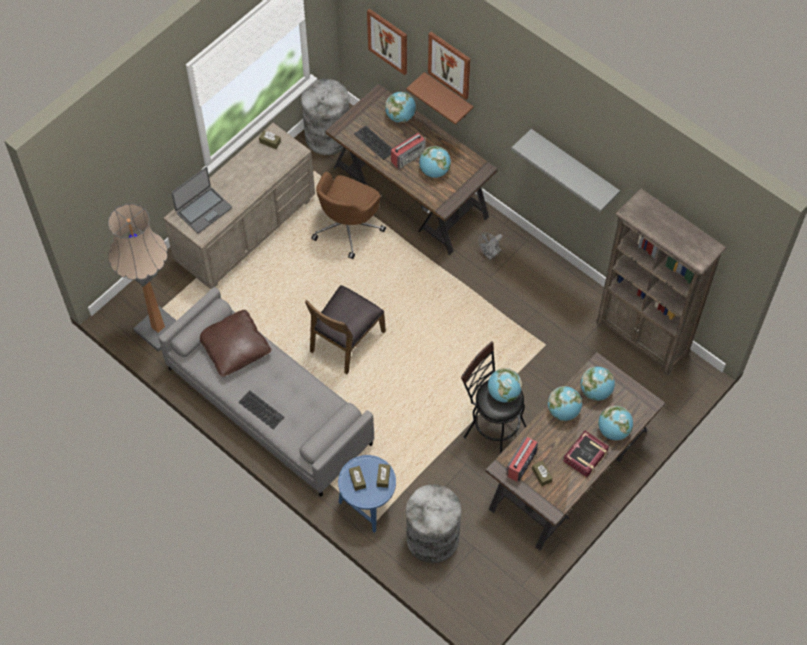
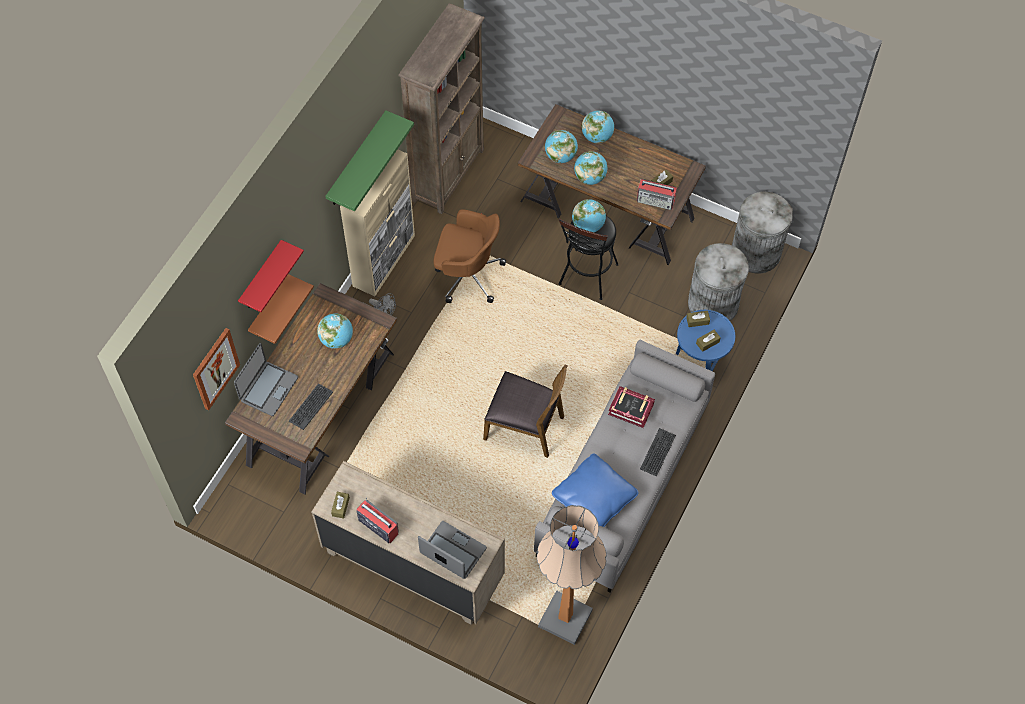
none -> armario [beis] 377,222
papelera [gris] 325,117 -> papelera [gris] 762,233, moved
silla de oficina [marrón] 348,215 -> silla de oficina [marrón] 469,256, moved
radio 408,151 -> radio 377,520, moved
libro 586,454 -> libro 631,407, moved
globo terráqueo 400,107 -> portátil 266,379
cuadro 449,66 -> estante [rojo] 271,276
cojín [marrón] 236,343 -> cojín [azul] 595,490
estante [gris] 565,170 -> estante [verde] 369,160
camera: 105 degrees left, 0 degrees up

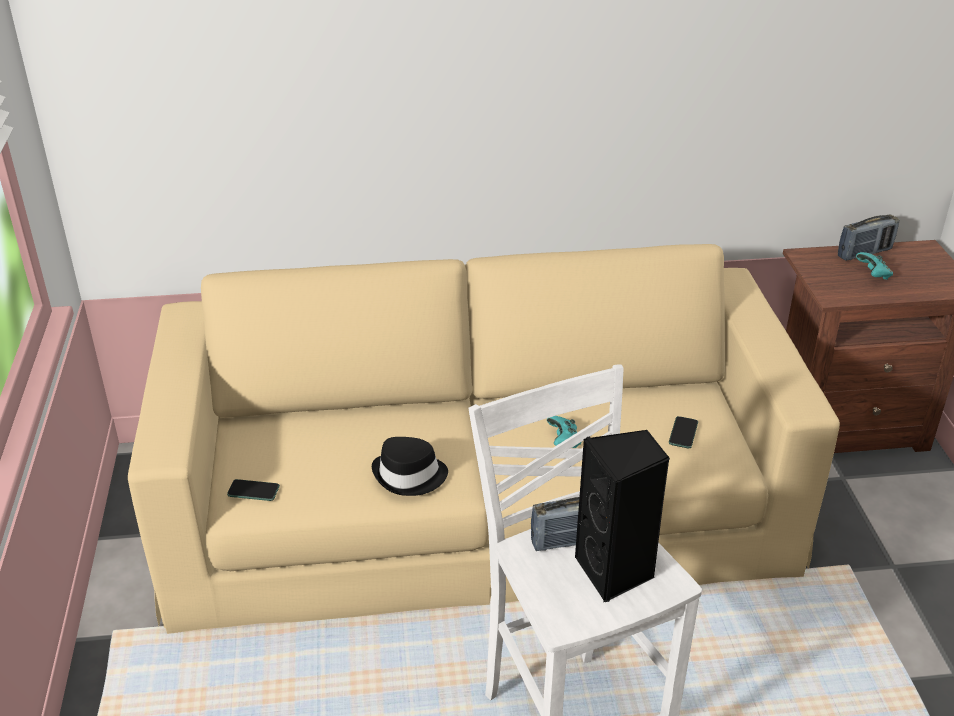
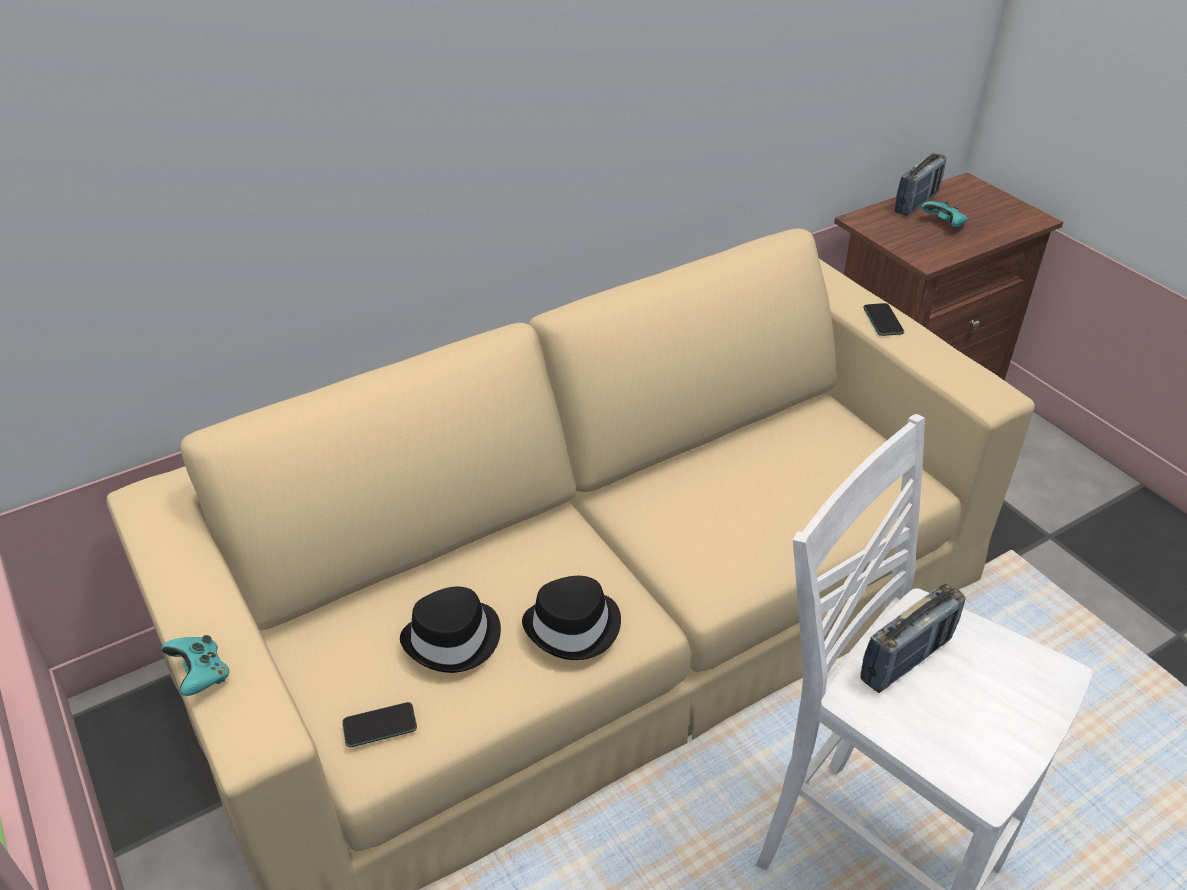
altavoz [negro] 622,516 -> none
none -> sombrero [negro] 450,630
mando de consola [turquesa] 564,432 -> mando de consola [turquesa] 195,665, moved
móvil 683,432 -> móvil 883,319, moved
camera: 25 degrees left, 5 degrees up

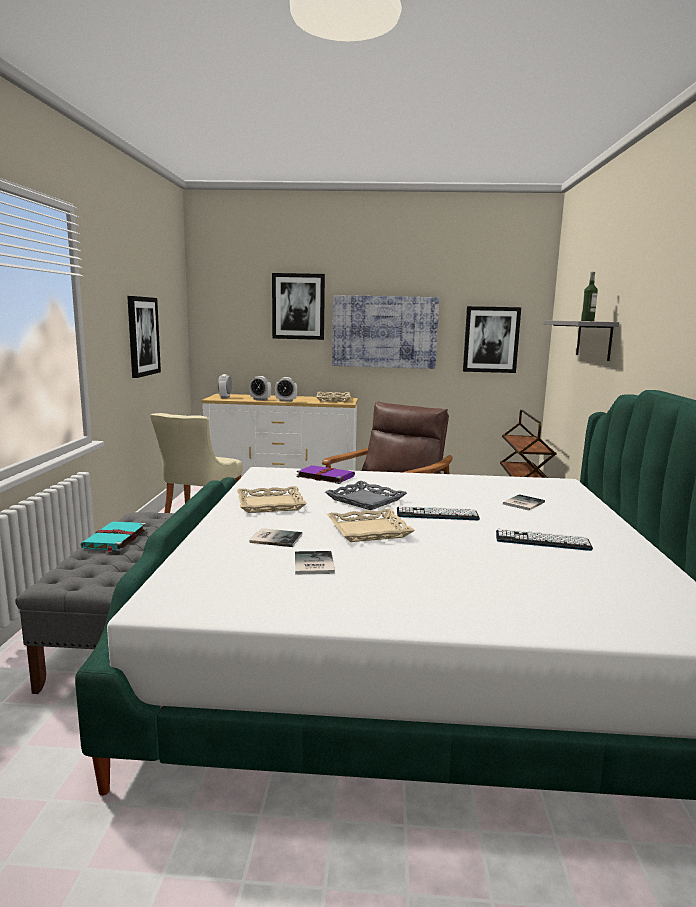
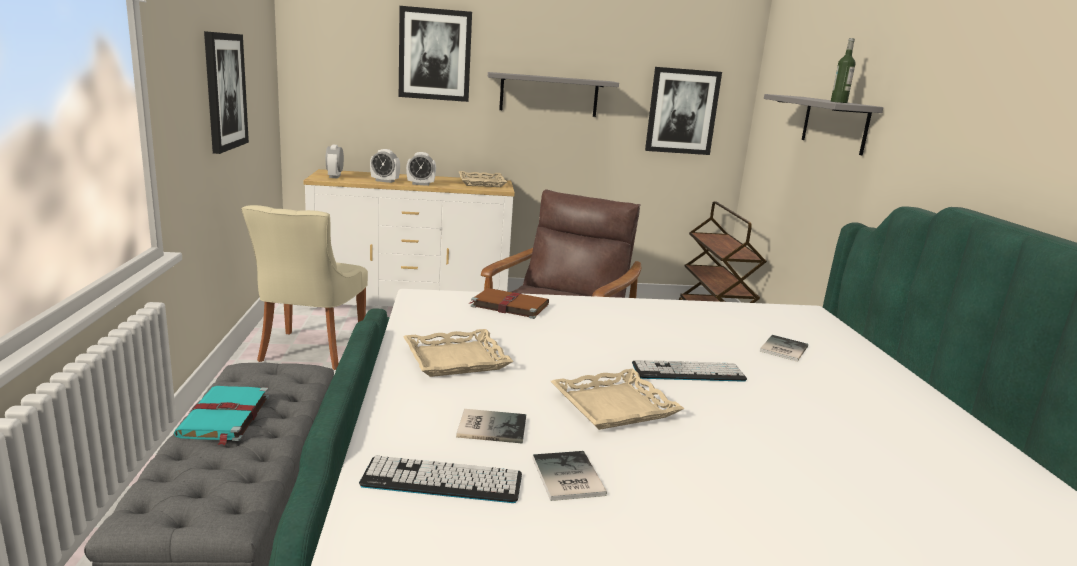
bandeja [gris] 366,495 -> none
teclado 544,540 -> teclado 440,479, moved
cuadro 385,332 -> estante [gris] 553,94
libro [morado] 325,474 -> libro [marrón] 509,303
camera: 10 degrees left, 5 degrees up

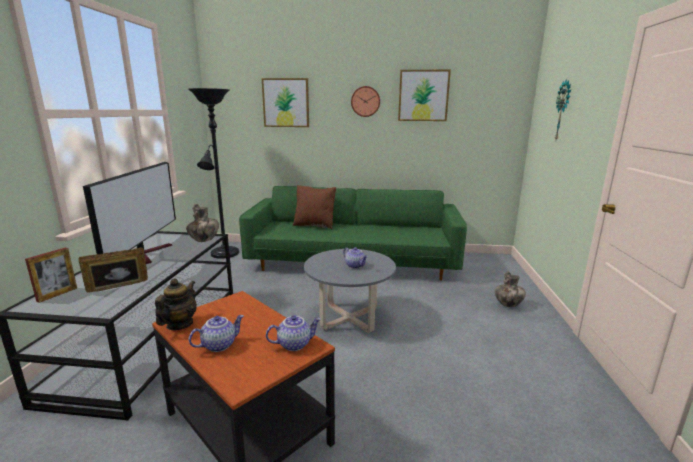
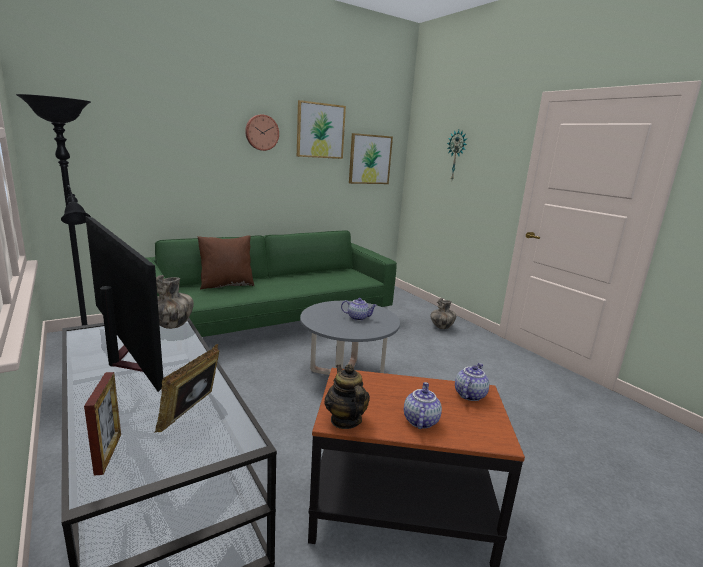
cuadro 285,102 -> cuadro 371,158, moved
camera: 40 degrees left, 0 degrees up

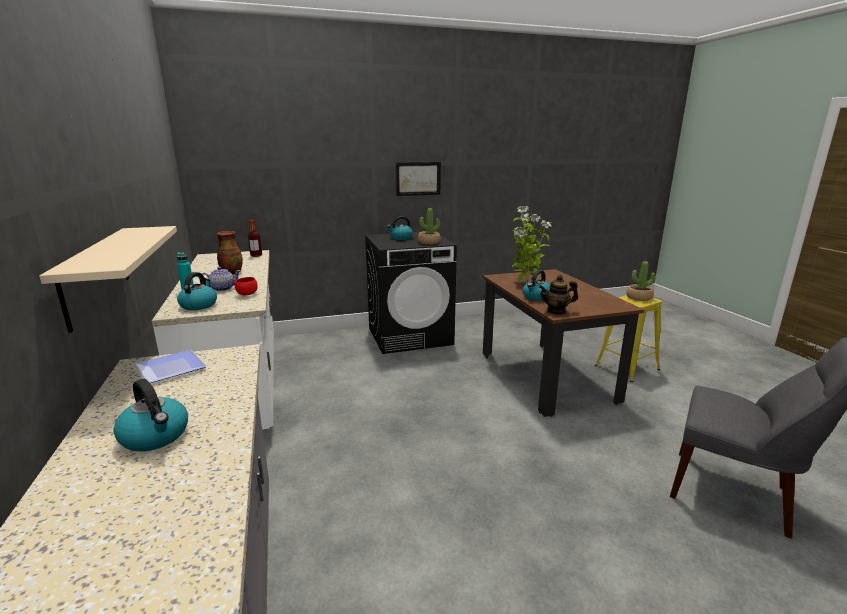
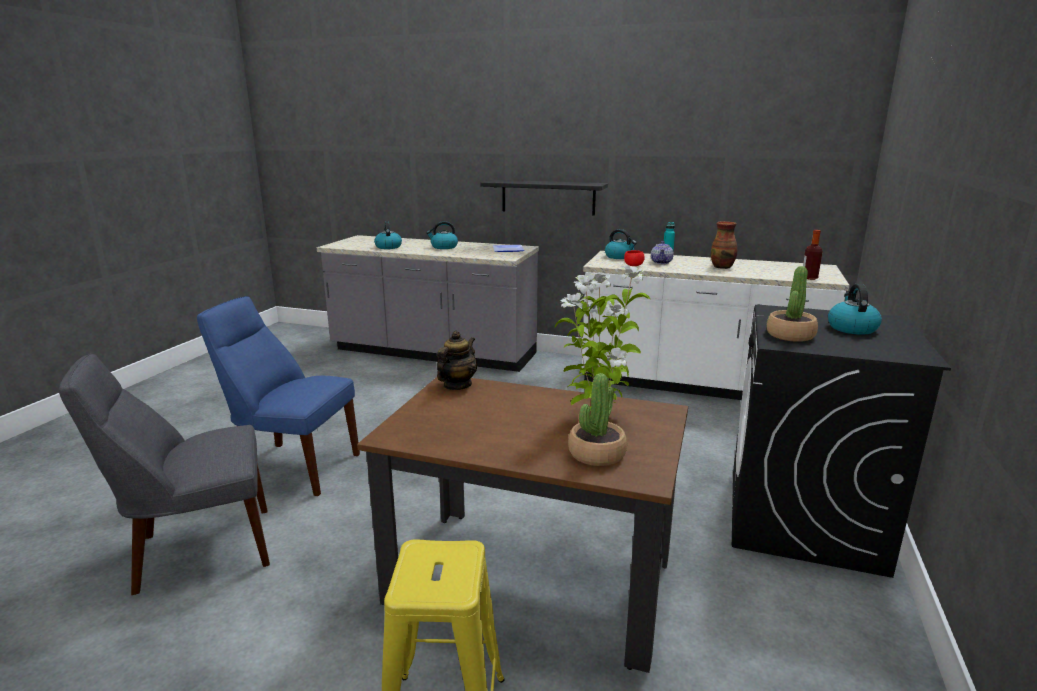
cuadro 418,179 -> none
none -> silla [azul] 278,396
hervidor 536,285 -> hervidor 388,235, moved
planta en maceta 641,281 -> planta en maceta 597,419, moved
estante [beis] 108,279 -> estante [negro] 544,197
camera: 125 degrees right, 0 degrees up

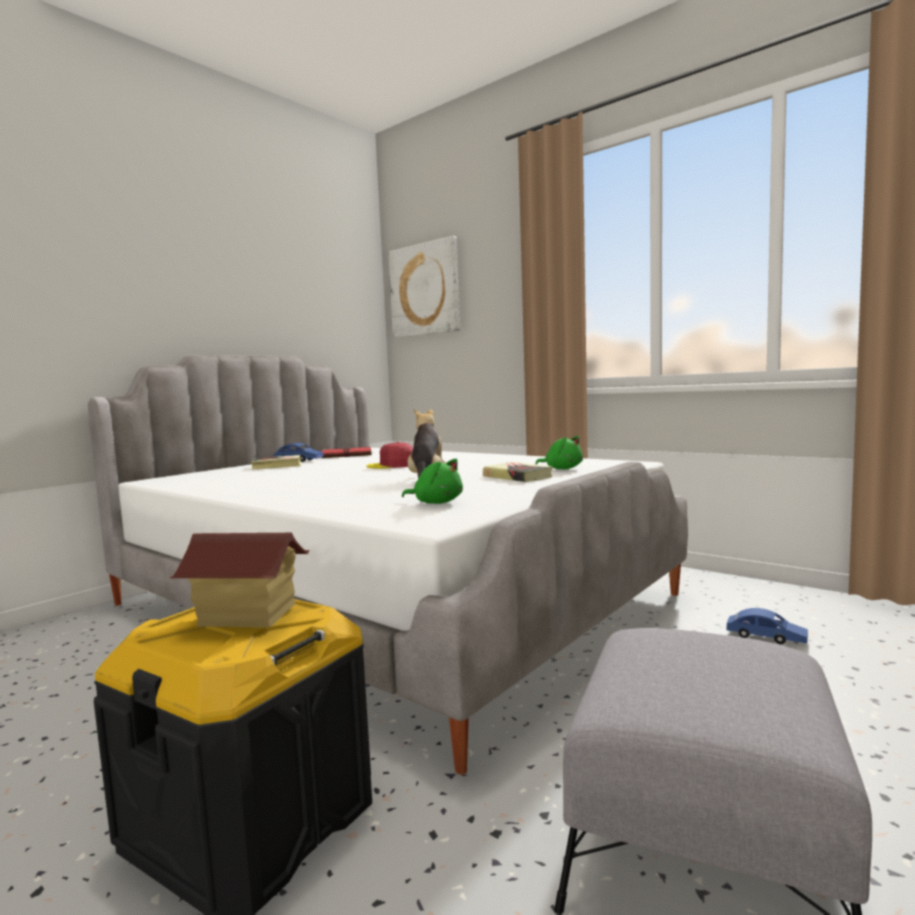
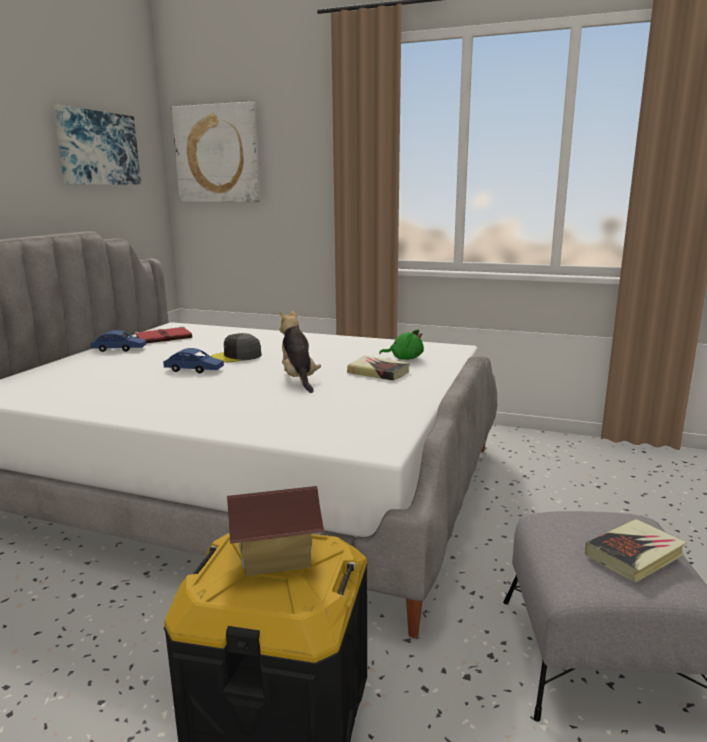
peluche [verde] 432,481 -> none
none -> cuadro 97,145
libro 276,462 -> libro 636,551, moved
coche de juguete [azul] 767,626 -> coche de juguete [azul] 193,360, moved
gorra [rojo] 389,455 -> gorra [gris] 236,347
camera: 20 degrees left, 10 degrees up

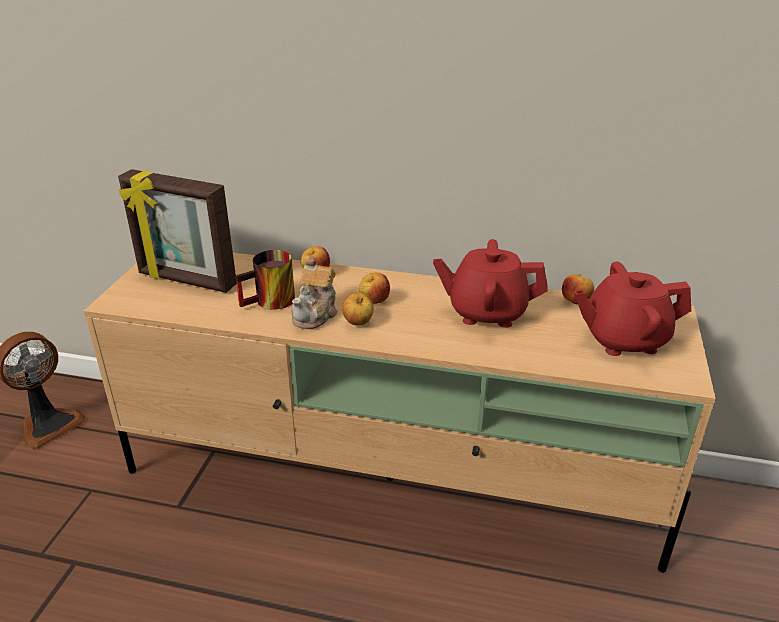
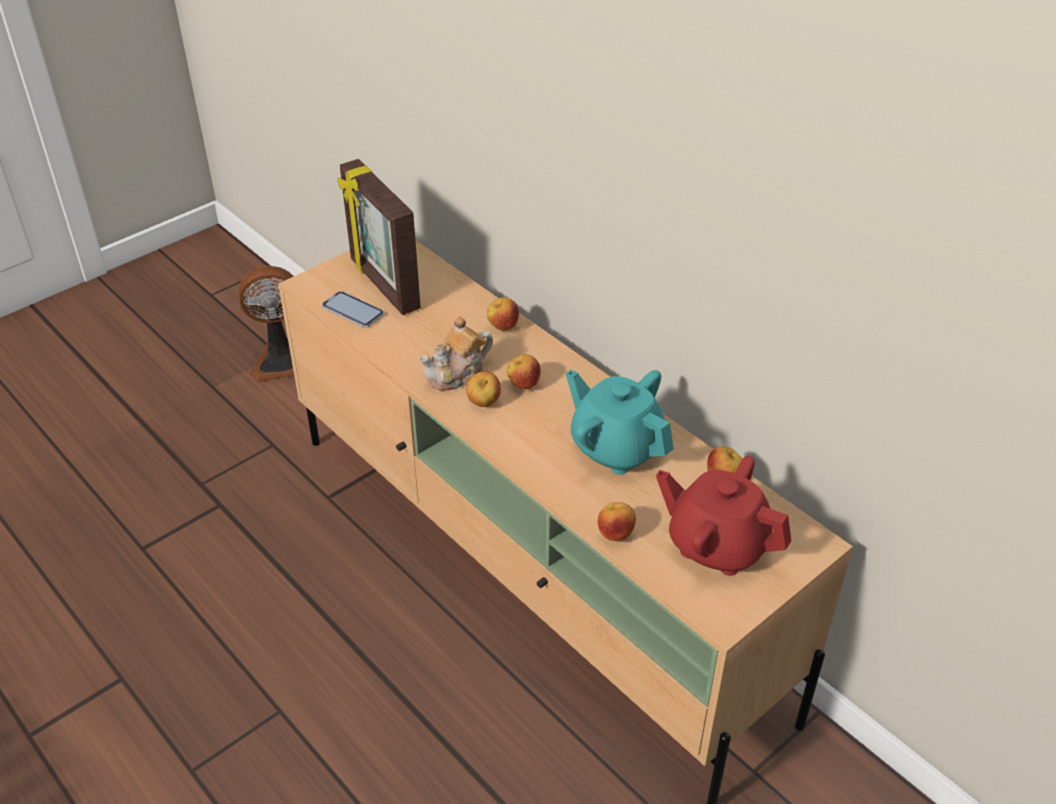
taza grande 265,280 -> none
none -> móvil 353,309
none -> manzana 616,521
tetera [rojo] 490,283 -> tetera [turquesa] 620,422
camera: 35 degrees right, 10 degrees up

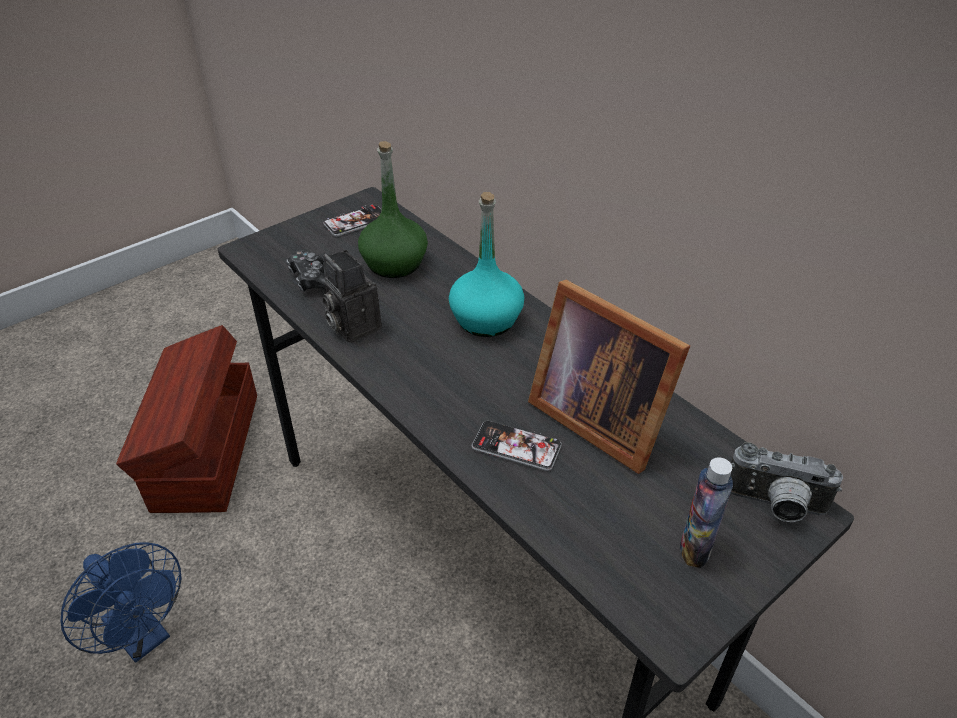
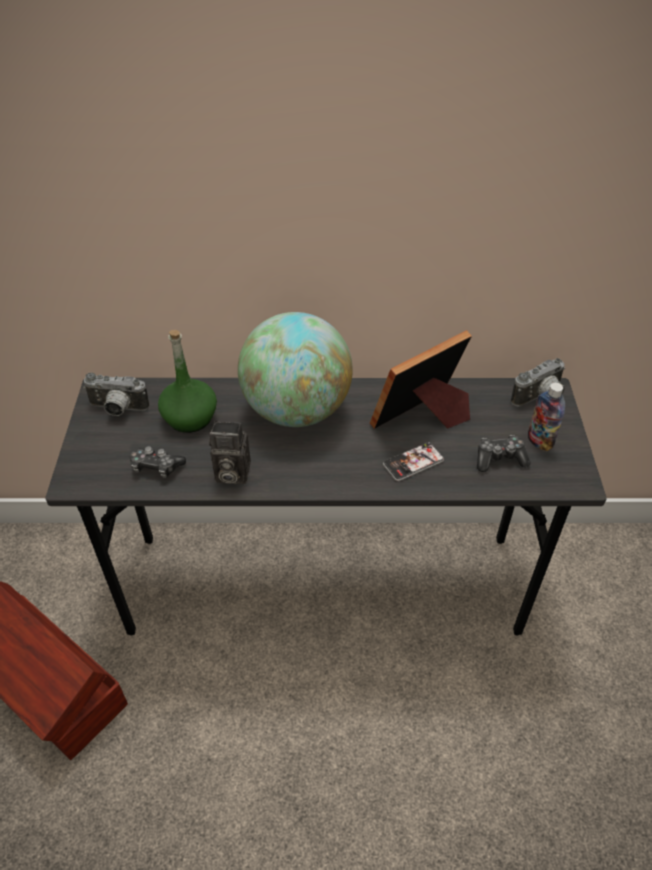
ventilador [azul] 121,602 -> none
none -> mando de consola 503,453
móvil 352,221 -> cámara 116,394
botella [turquesa] 486,264 -> globo terráqueo 295,369
portarretratos 609,377 -> portarretratos 421,379, 150 degrees clockwise
camera: 50 degrees left, 5 degrees up

